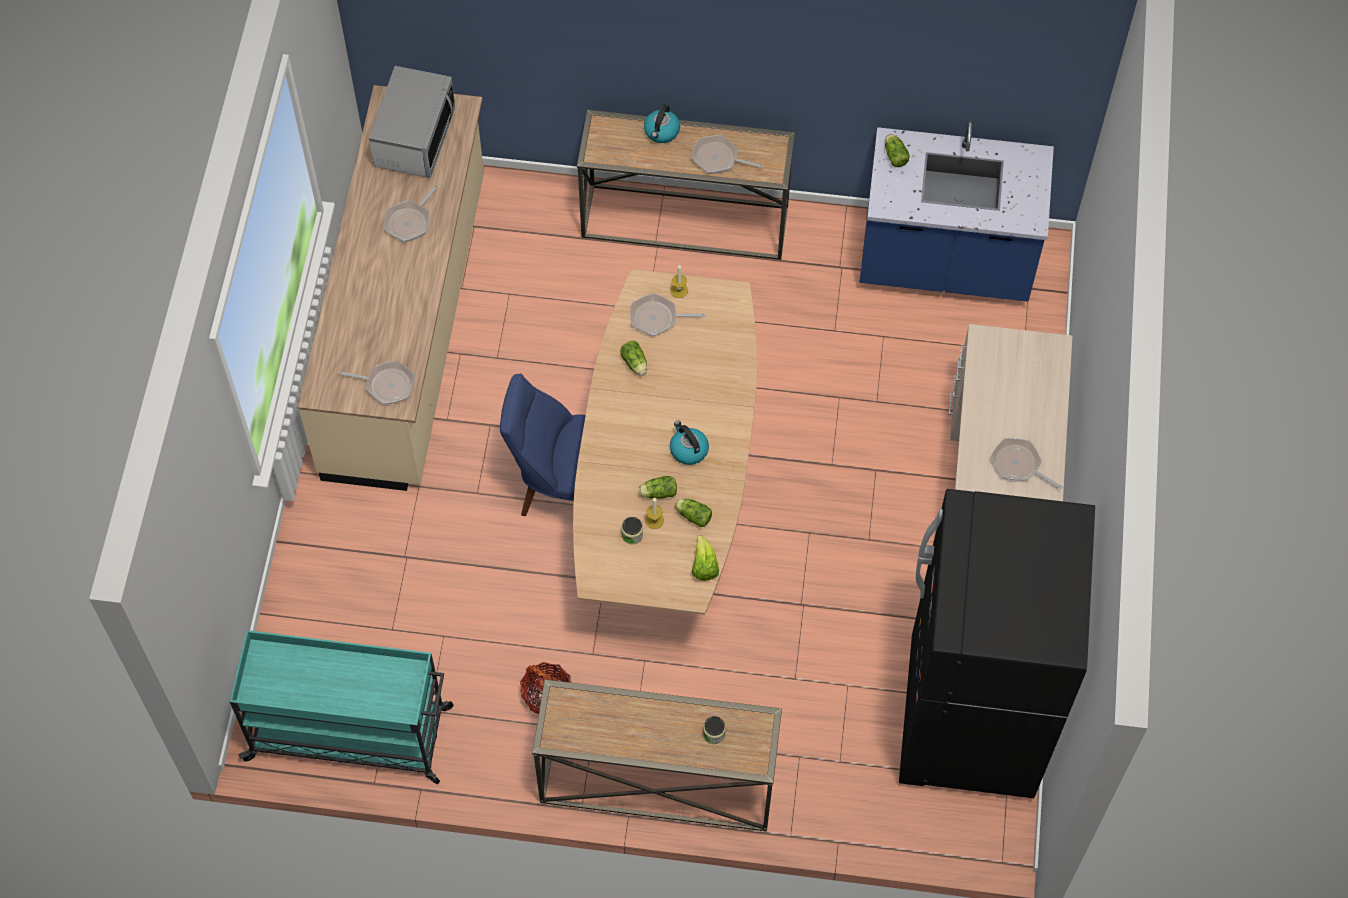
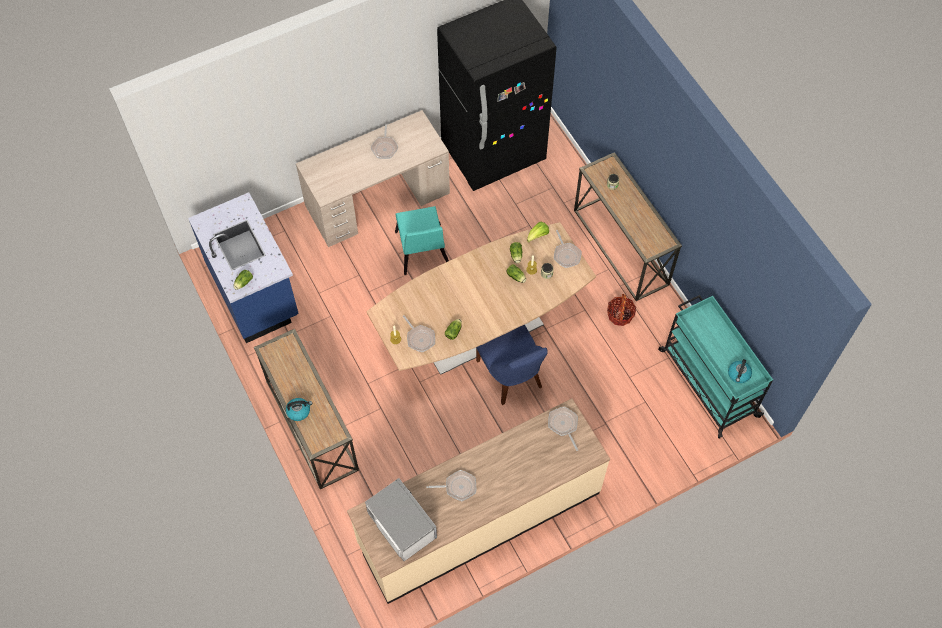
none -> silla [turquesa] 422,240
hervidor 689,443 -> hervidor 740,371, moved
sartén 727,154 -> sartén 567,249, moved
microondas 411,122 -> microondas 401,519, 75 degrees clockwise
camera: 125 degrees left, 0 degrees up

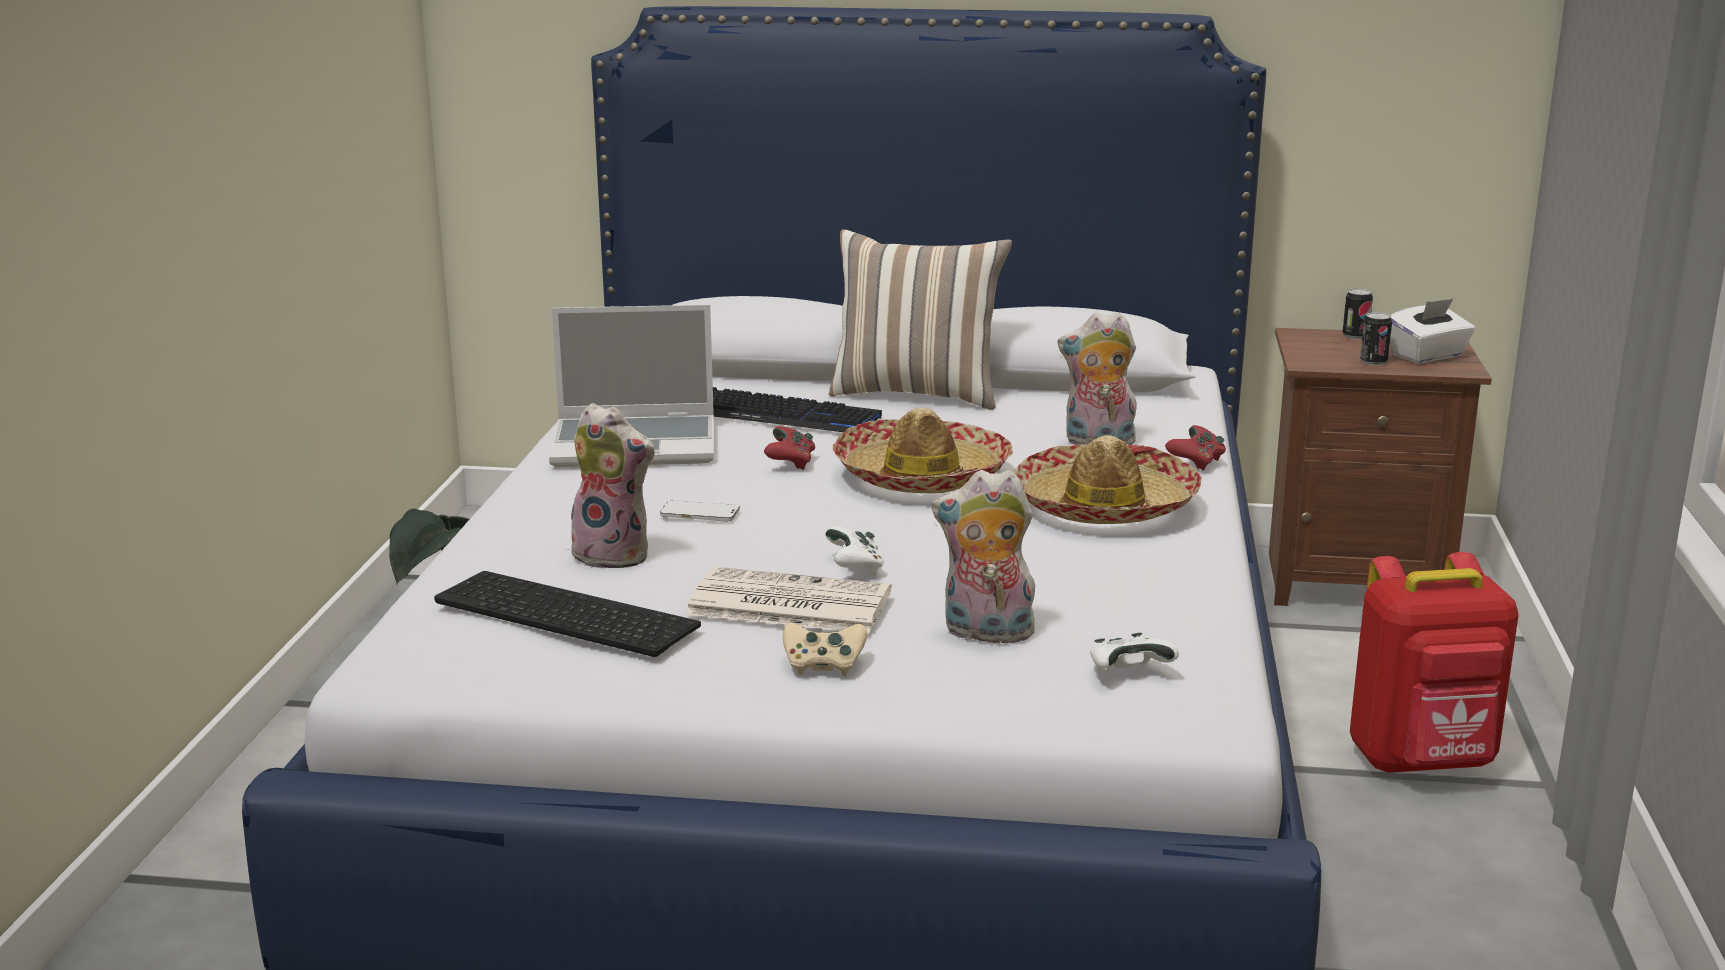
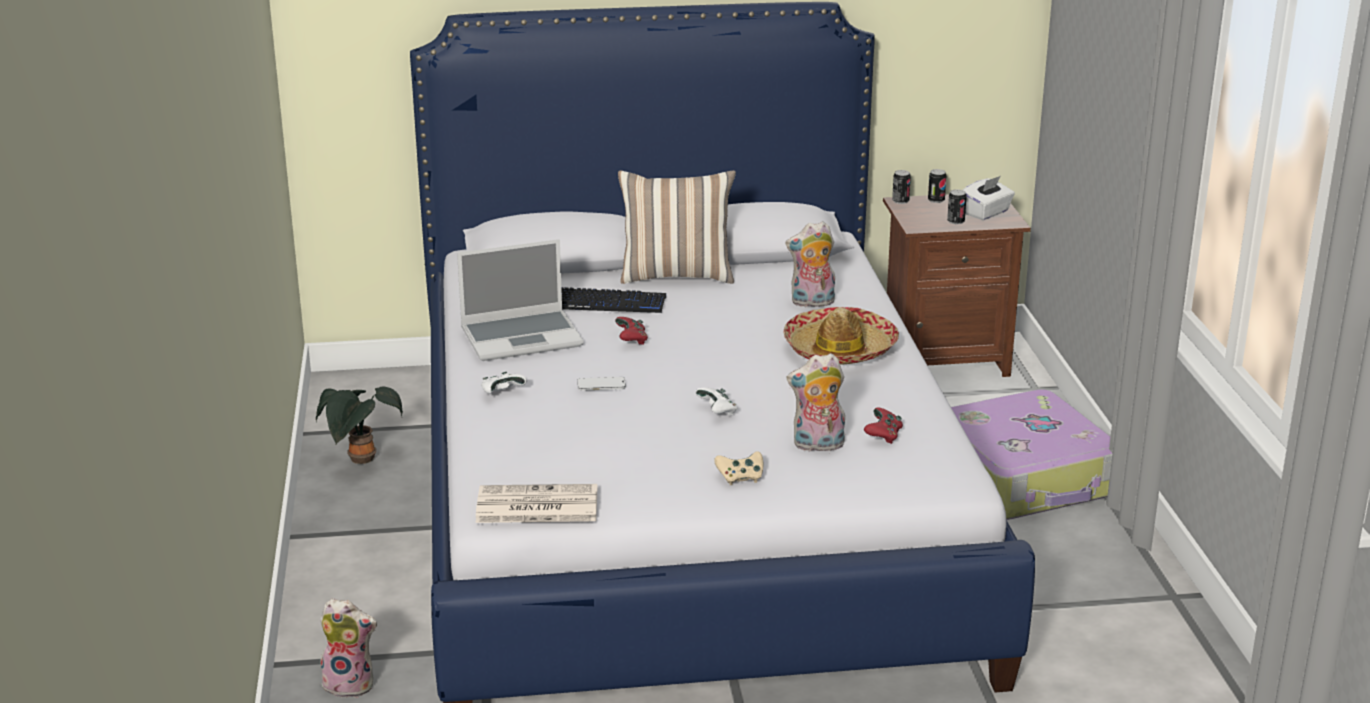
teclado 567,614 -> none
sombrero 923,451 -> none
none -> lata 901,187
peluche 611,486 -> peluche 348,648, moved
periódico 788,600 -> periódico 536,503, moved
mando de consola [blanco] 1134,652 -> mando de consola [blanco] 504,383, moved
mando de consola [rojo] 1195,447 -> mando de consola [rojo] 883,425, moved
mochila [rojo] 1434,662 -> maleta 1032,454
camera: 15 degrees left, 5 degrees up

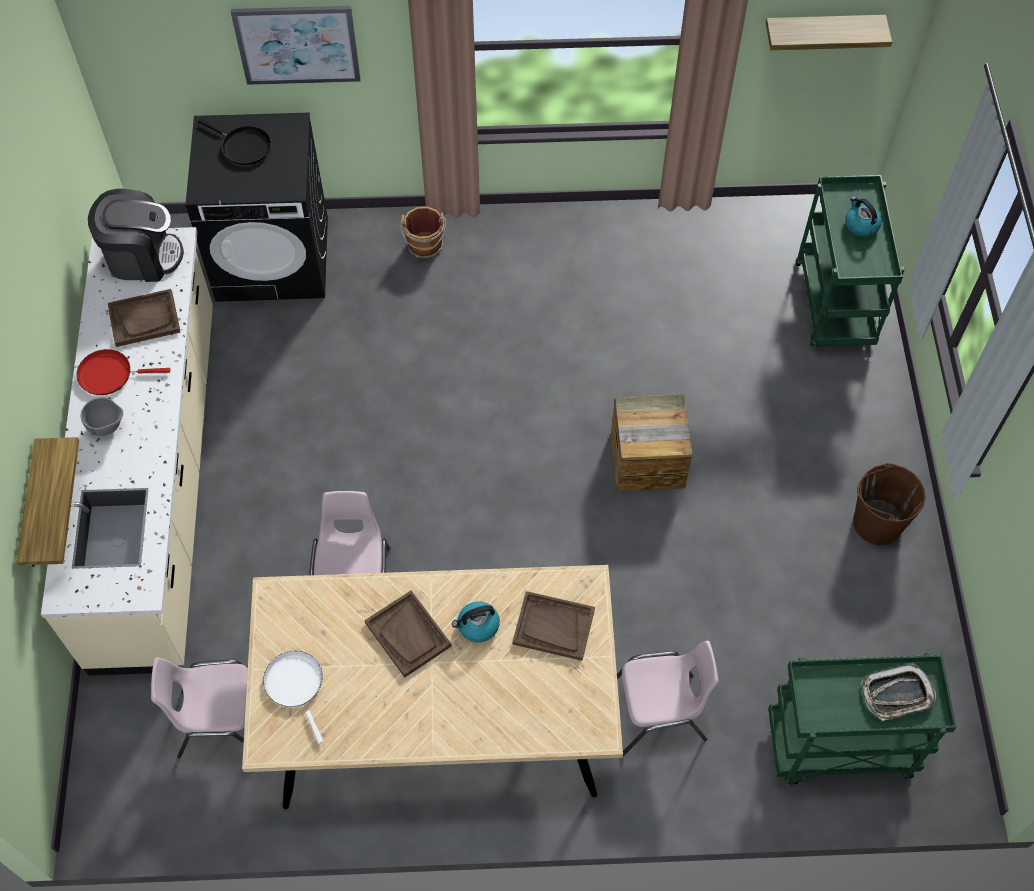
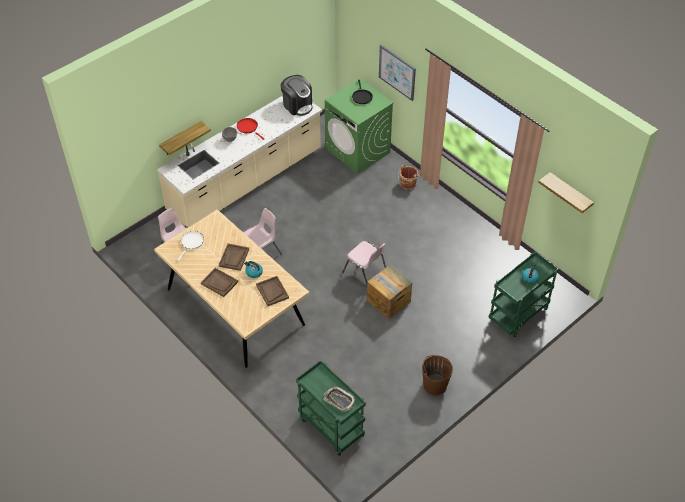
bandeja [marrón] 144,318 -> bandeja [marrón] 219,282, moved
silla [rosa] 668,698 -> silla [rosa] 364,262, moved
lavadora [negro] 257,207 -> lavadora [verde] 359,126
camera: 50 degrees right, 10 degrees down

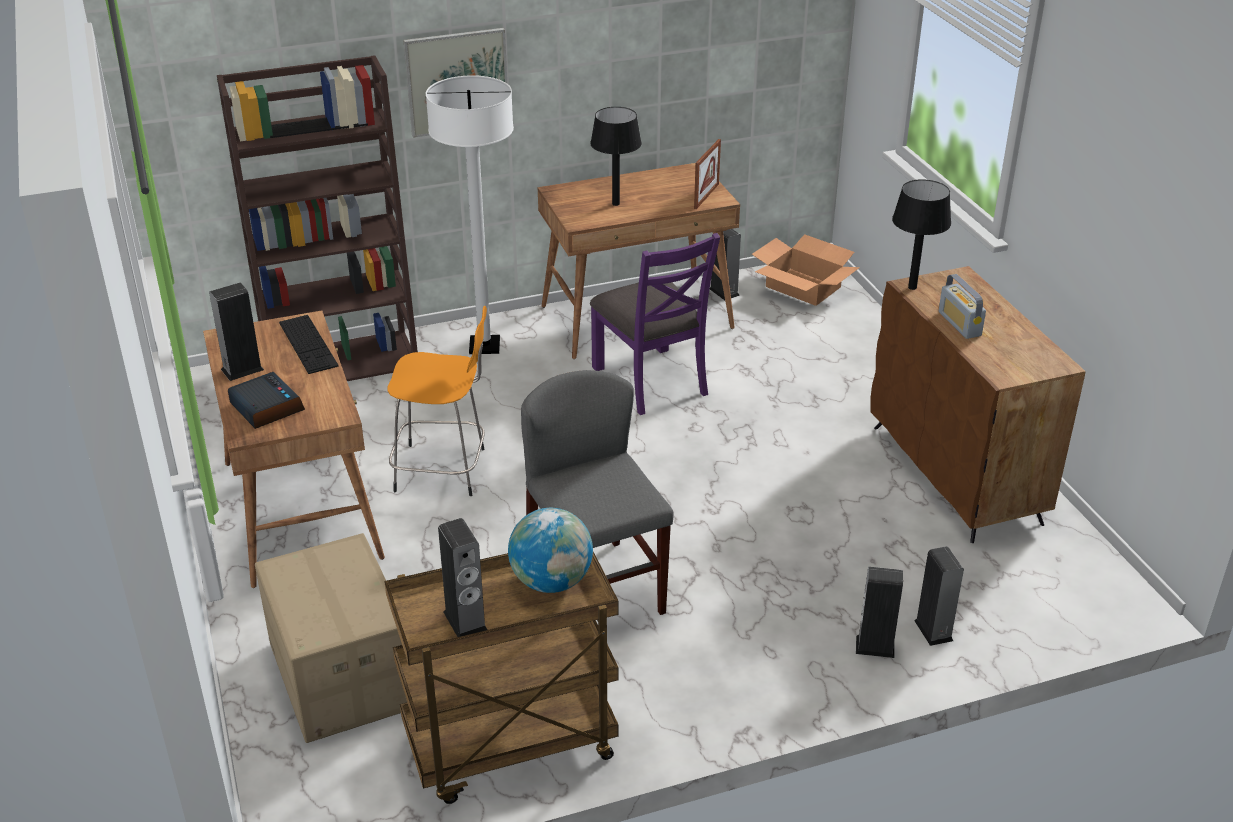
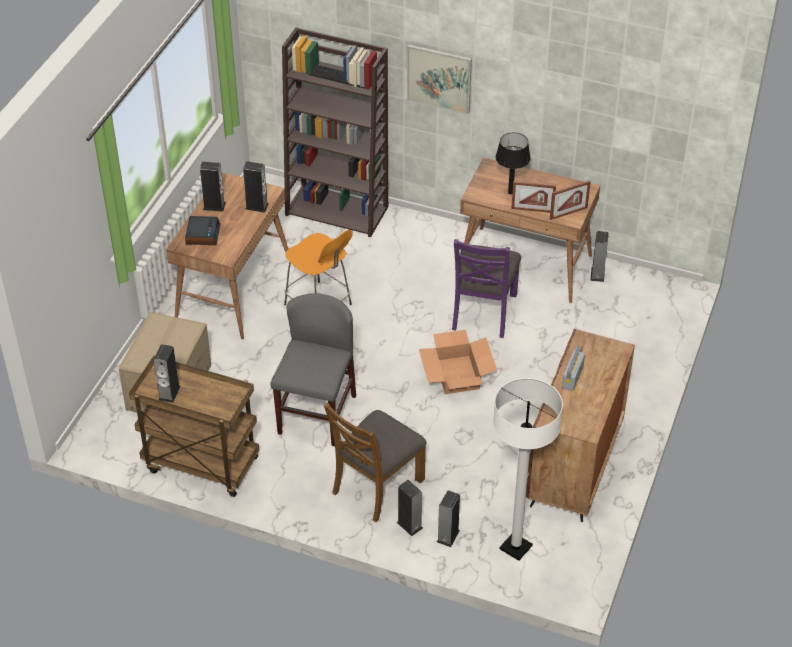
globo terráqueo 550,550 -> none
lámpara de mesa [negro] 921,234 -> none
none -> silla [marrón] 375,462
none -> portarretratos 533,197
lámpara de pie [blanco] 470,214 -> lámpara de pie [blanco] 528,469, moved
caja de cartón 806,270 -> caja de cartón 458,362, moved
teclado 308,344 -> altavoz 256,187
camera: 40 degrees right, 10 degrees up

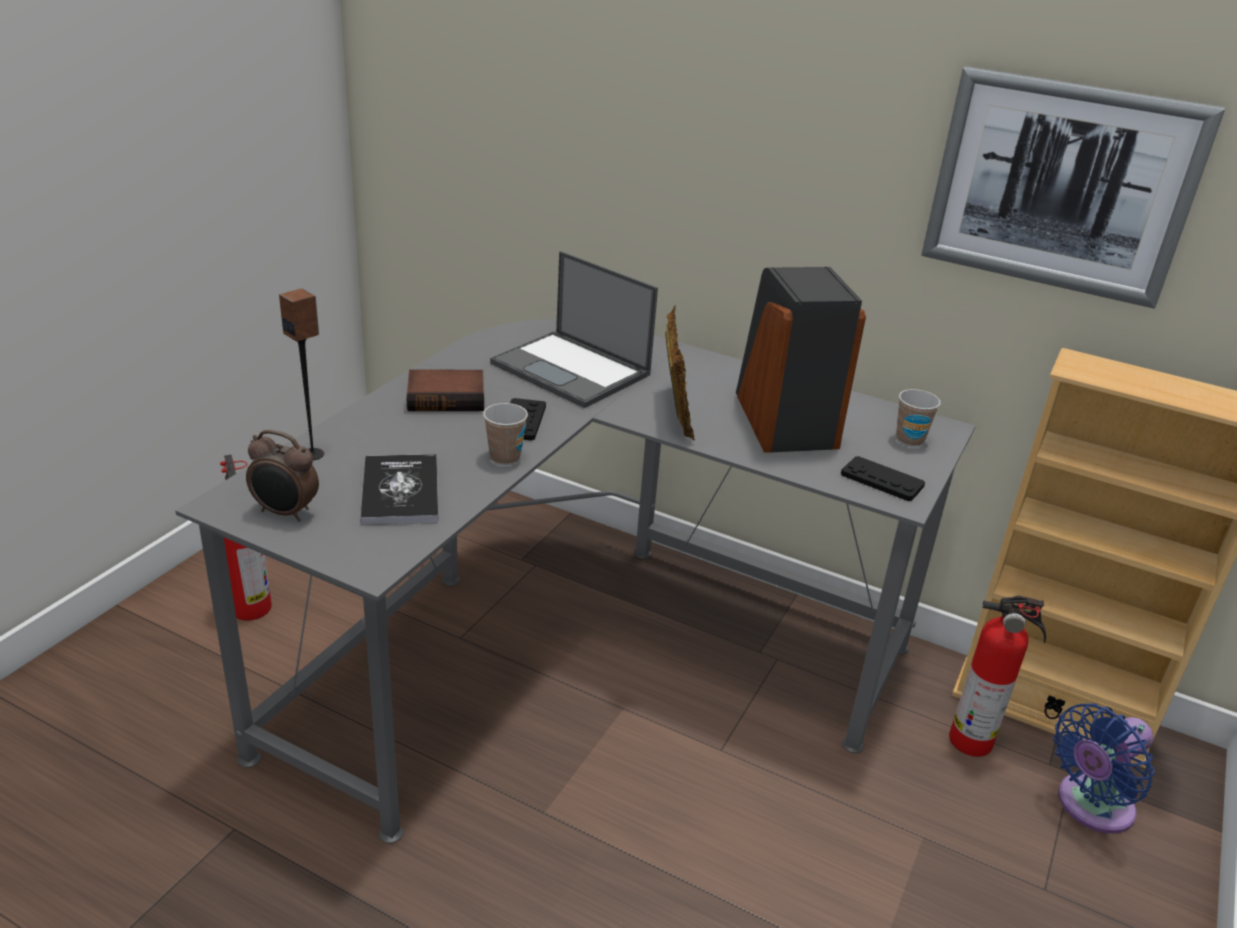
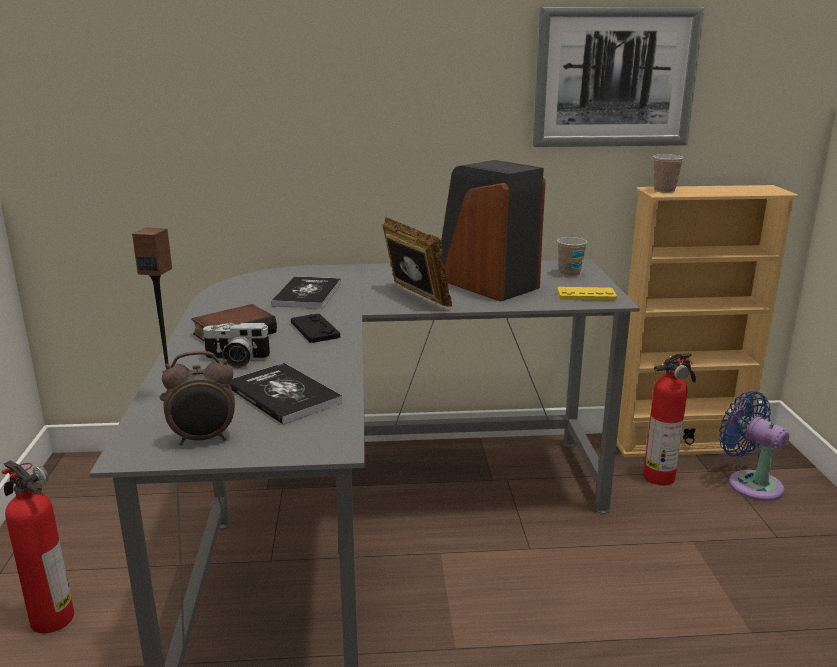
none -> cámara 236,345
taza 505,434 -> taza 668,173, moved
portátil 574,329 -> libro 306,292
mando de consola [negro] 883,478 -> mando de consola [amarillo] 587,294
ventilador [azul] 1103,768 -> ventilador [azul] 754,446, 120 degrees clockwise
camera: 30 degrees left, 10 degrees down

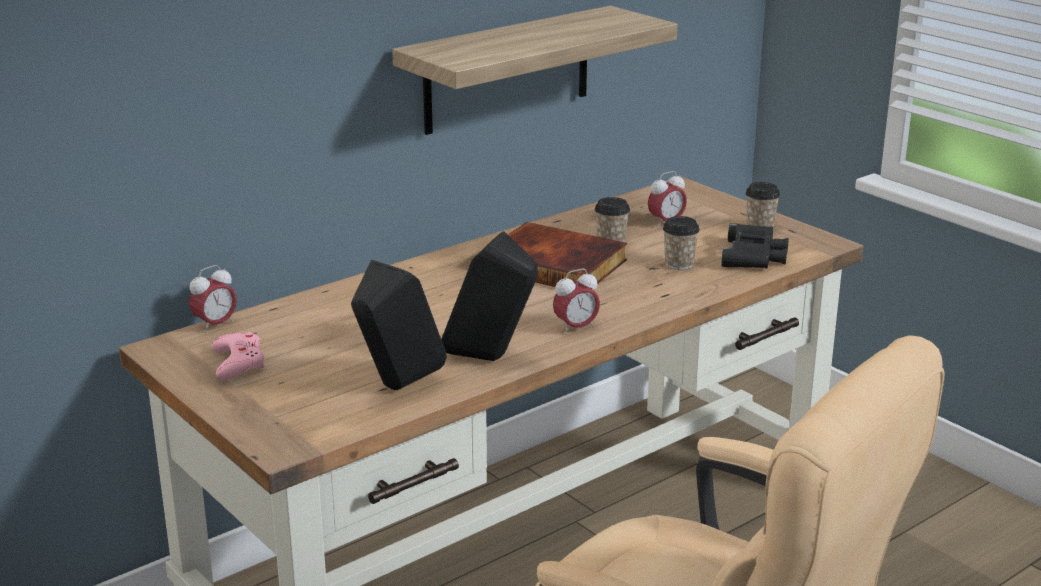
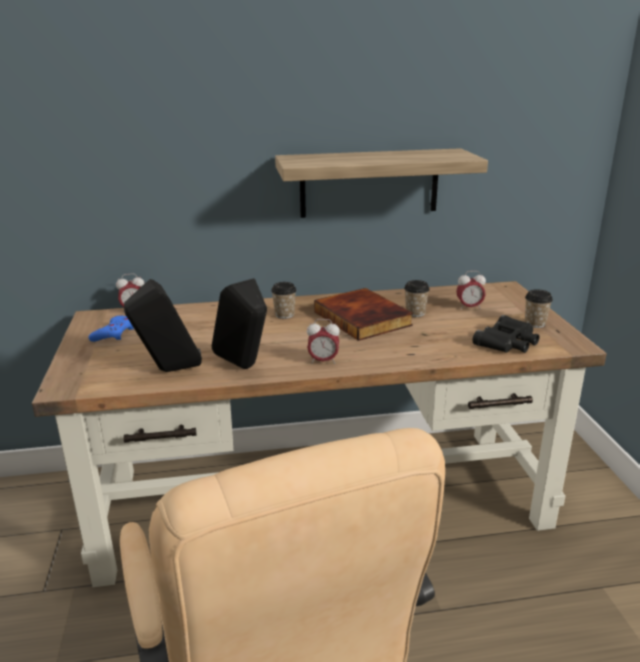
taza 681,243 -> taza 283,300, moved
mando de consola [rosa] 238,356 -> mando de consola [azul] 111,329
camera: 30 degrees right, 0 degrees up

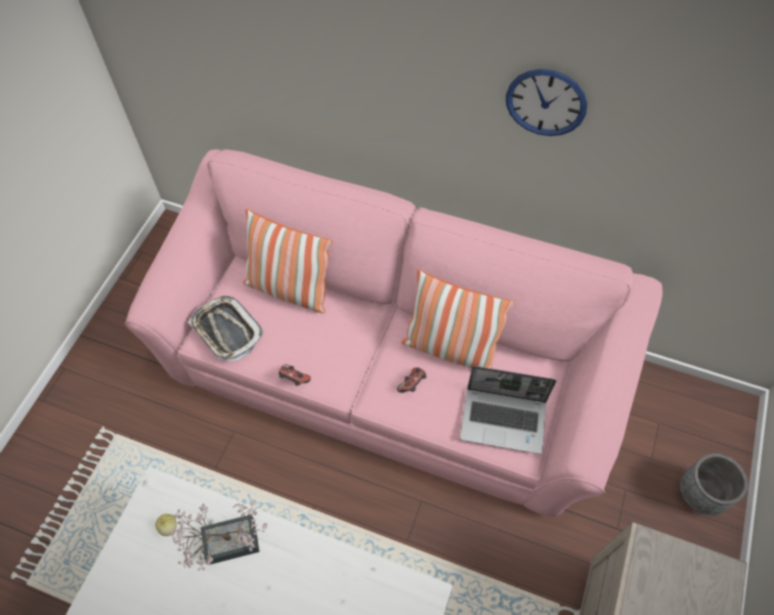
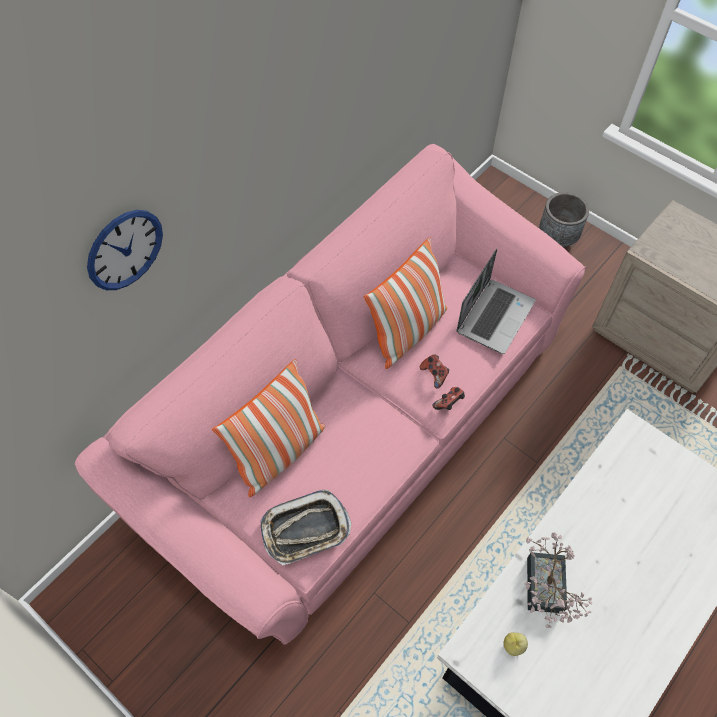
mando de consola 295,375 -> mando de consola 448,398, moved
reloj de pared 546,102 -> reloj de pared 125,250, moved
camera: 70 degrees left, 0 degrees up

